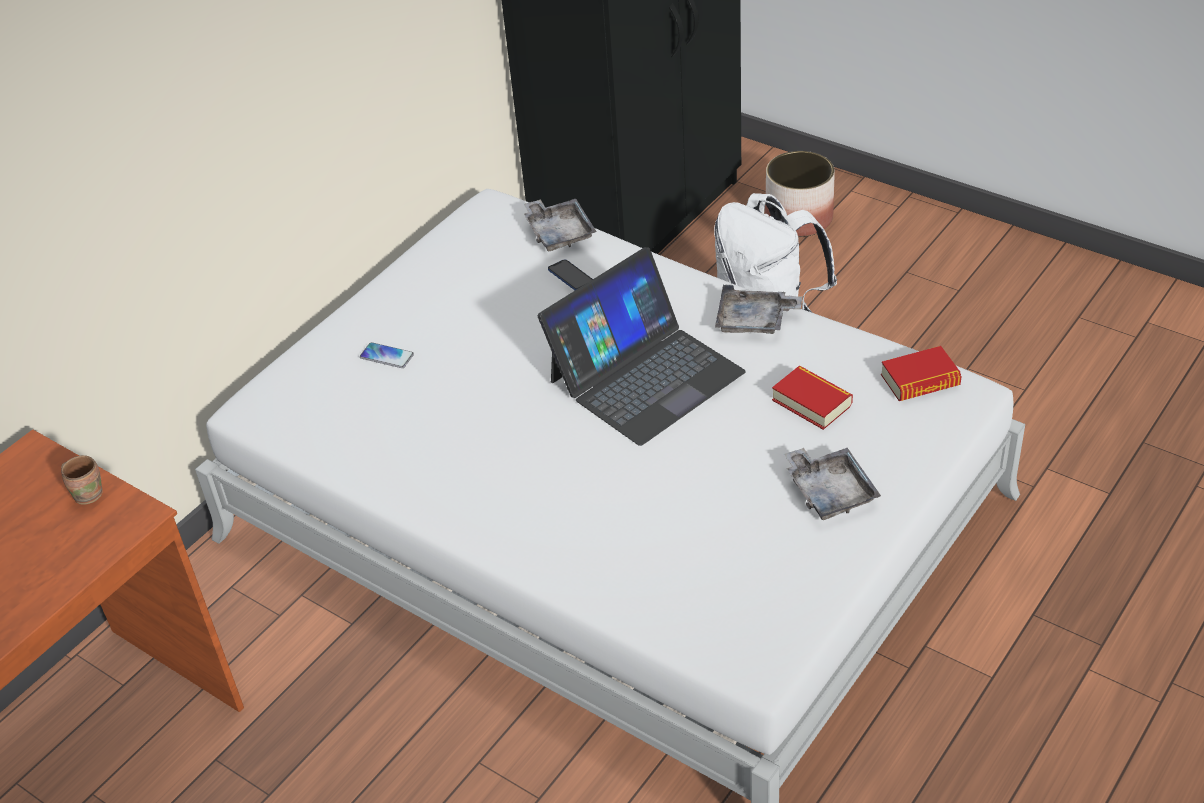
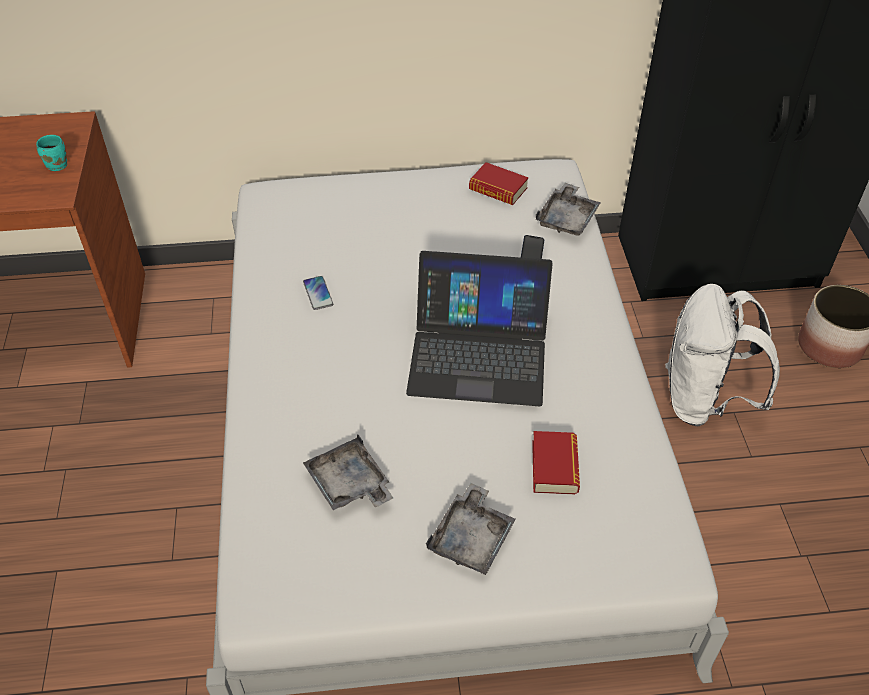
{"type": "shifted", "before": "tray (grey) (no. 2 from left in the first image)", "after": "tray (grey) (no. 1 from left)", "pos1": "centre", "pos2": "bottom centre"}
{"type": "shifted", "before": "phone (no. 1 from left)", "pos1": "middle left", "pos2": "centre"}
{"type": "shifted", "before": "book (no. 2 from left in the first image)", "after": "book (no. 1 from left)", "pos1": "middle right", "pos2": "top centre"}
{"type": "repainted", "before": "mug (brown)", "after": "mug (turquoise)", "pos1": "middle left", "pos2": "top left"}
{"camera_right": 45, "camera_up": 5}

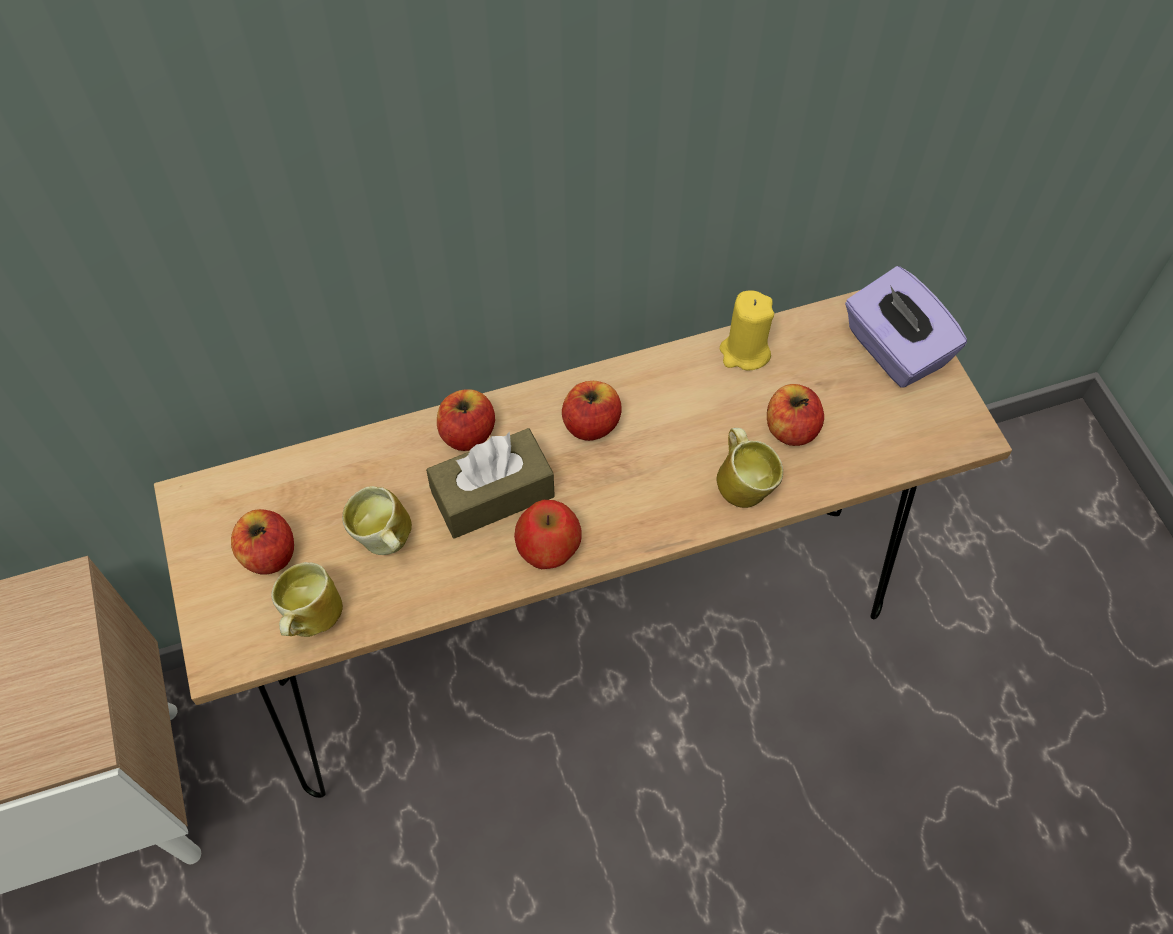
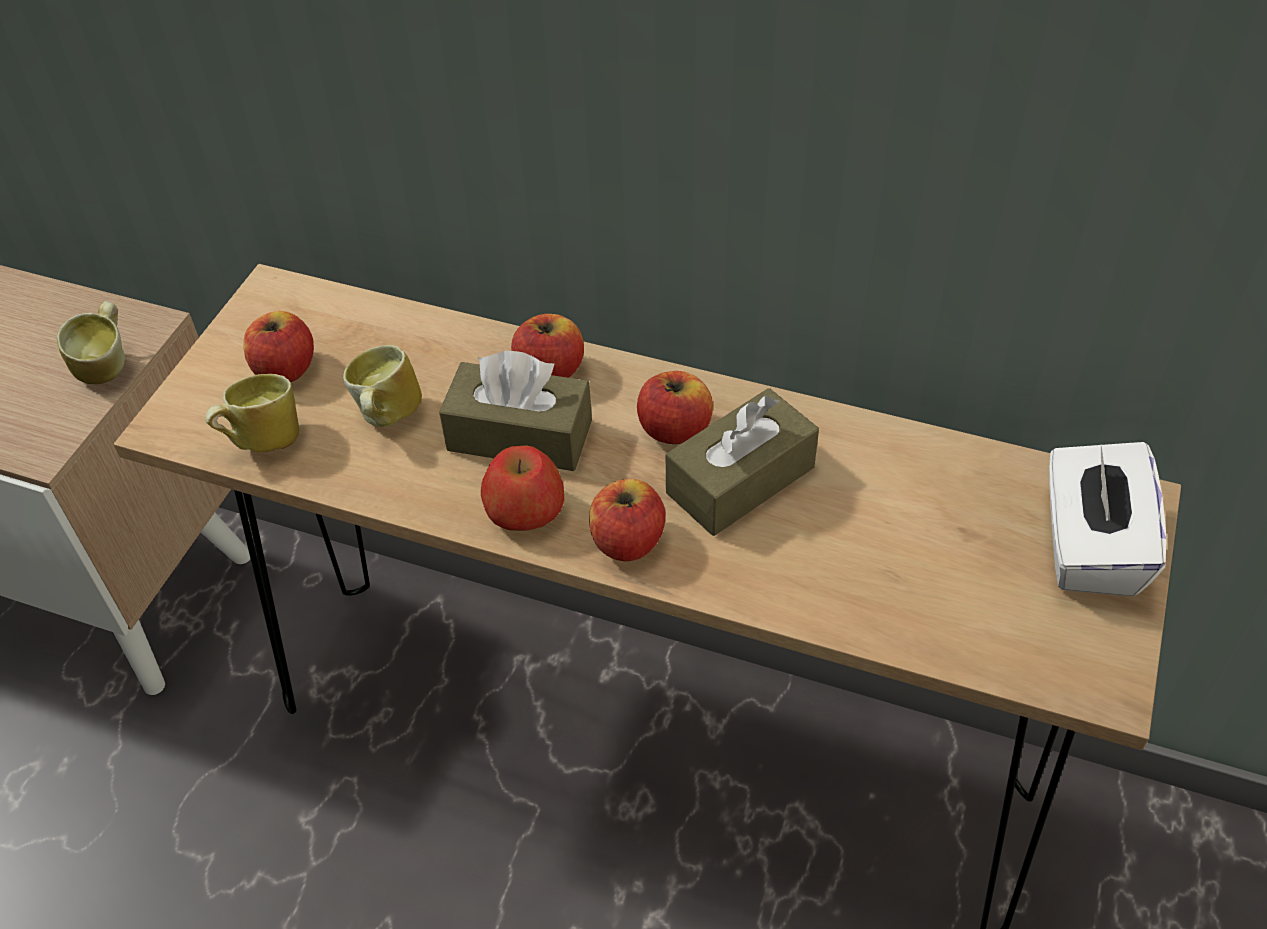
{"type": "repainted", "before": "tissue box (purple)", "after": "tissue box (white)", "pos1": "middle right", "pos2": "middle right"}
{"type": "gone", "before": "candle (yellow)", "pos1": "centre"}
{"type": "shifted", "before": "apple (no. 5 from left in the first image)", "after": "apple (no. 4 from left)", "pos1": "middle right", "pos2": "centre"}
{"type": "shifted", "before": "mug (no. 3 from left in the first image)", "after": "mug (no. 1 from left)", "pos1": "centre", "pos2": "middle left"}
{"type": "new", "after": "tissue box (brown) (no. 2 from left)", "pos2": "centre"}
{"camera_right": 40, "camera_up": -10}

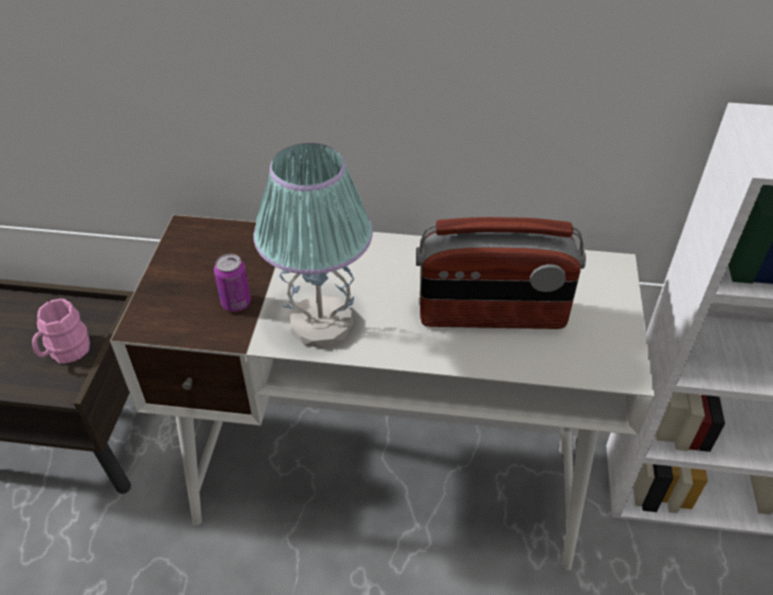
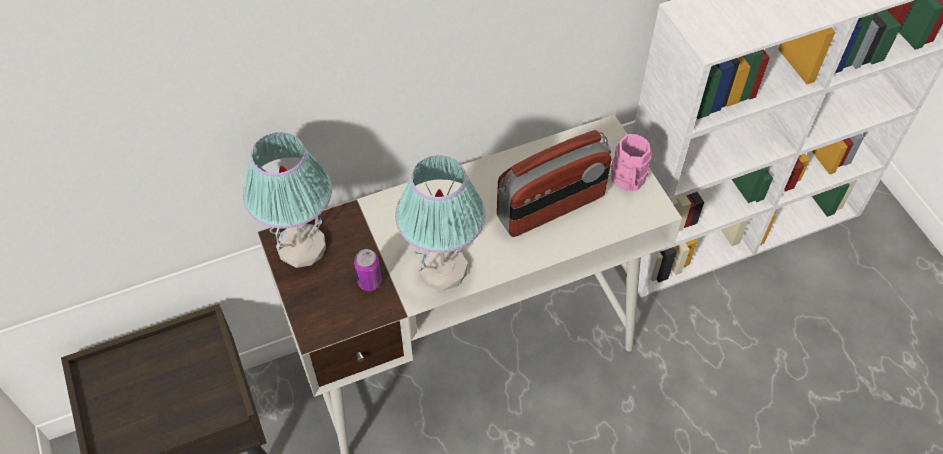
{"type": "shifted", "before": "mug (pink)", "pos1": "middle left", "pos2": "middle right"}
{"type": "new", "after": "table lamp (no. 1 from left)", "pos2": "middle left"}
{"camera_right": -30, "camera_up": 10}

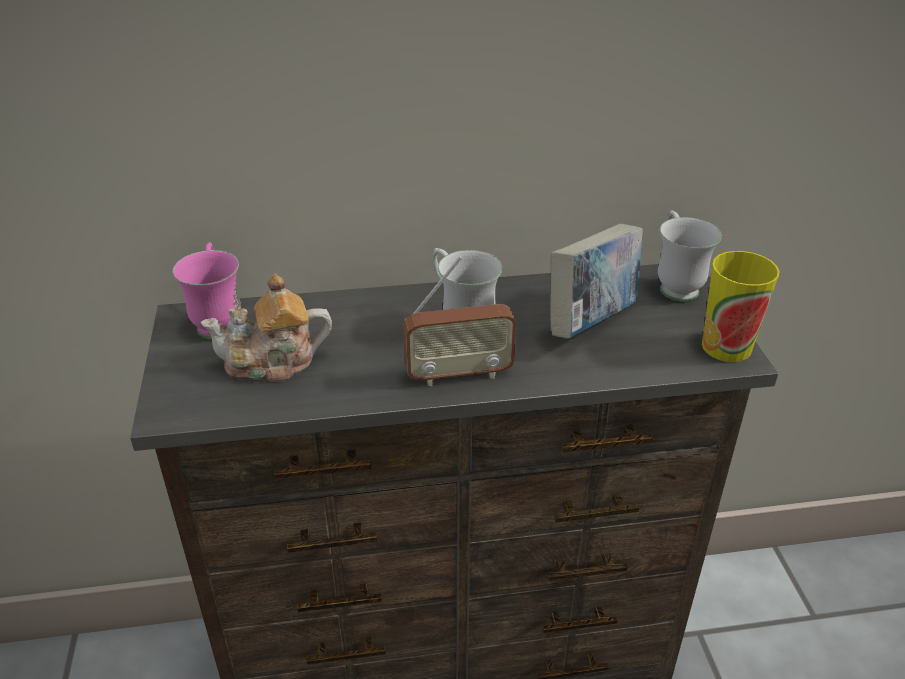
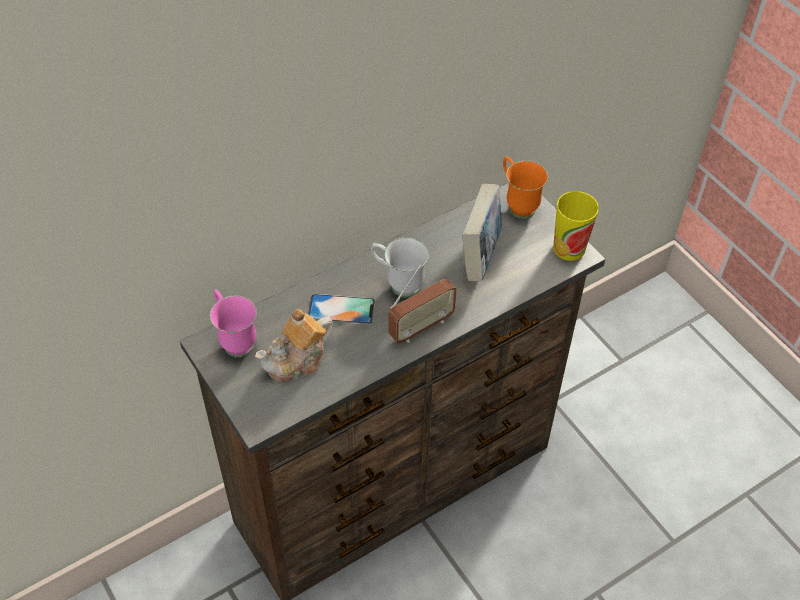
{"type": "repainted", "before": "mug (white) (no. 2 from left)", "after": "mug (orange)", "pos1": "middle right", "pos2": "top centre"}
{"type": "new", "after": "phone", "pos2": "centre"}
{"camera_right": -25, "camera_up": 15}

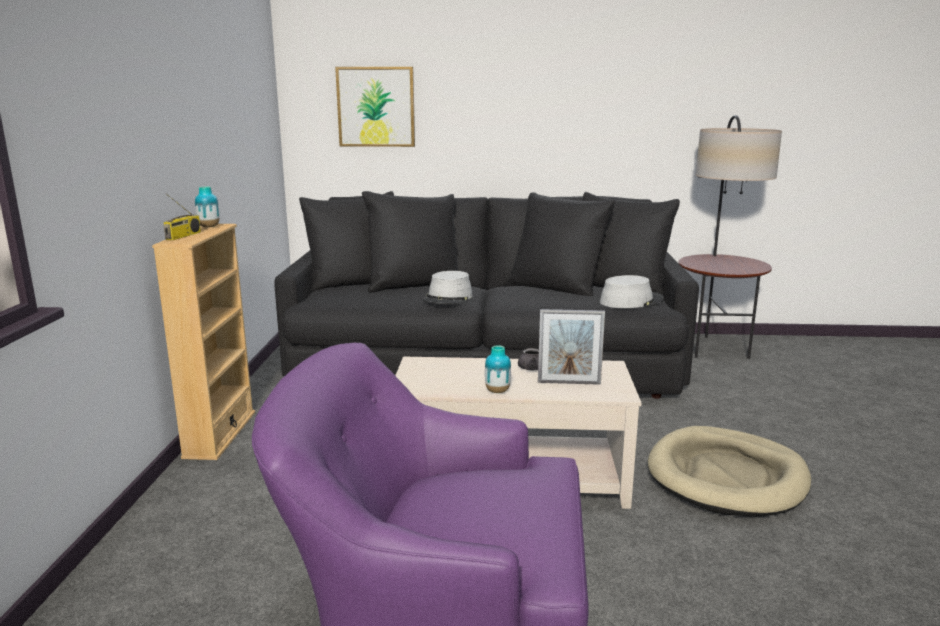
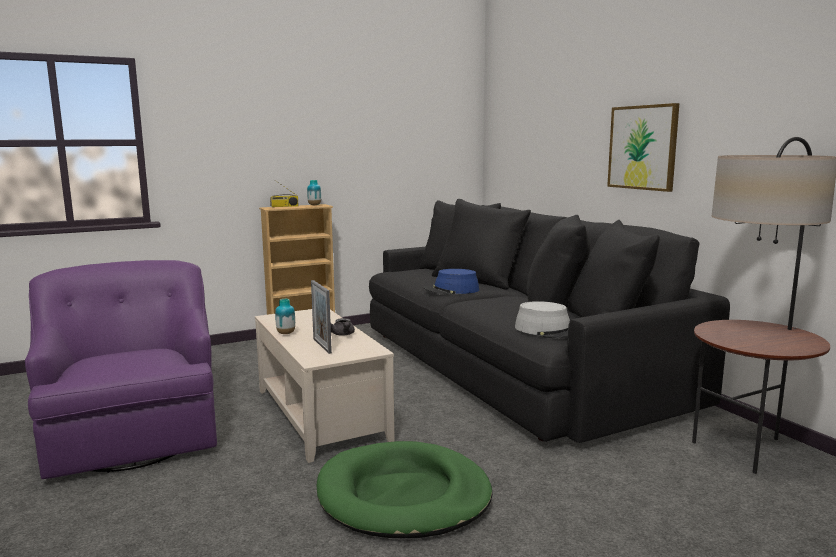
{"type": "shifted", "before": "picture", "pos1": "top centre", "pos2": "top right"}
{"type": "repainted", "before": "hat (grey) (no. 1 from left)", "after": "hat (blue)", "pos1": "centre", "pos2": "centre"}
{"type": "repainted", "before": "dog bed (beige)", "after": "dog bed (green)", "pos1": "bottom right", "pos2": "bottom centre"}
{"camera_right": 60, "camera_up": -5}

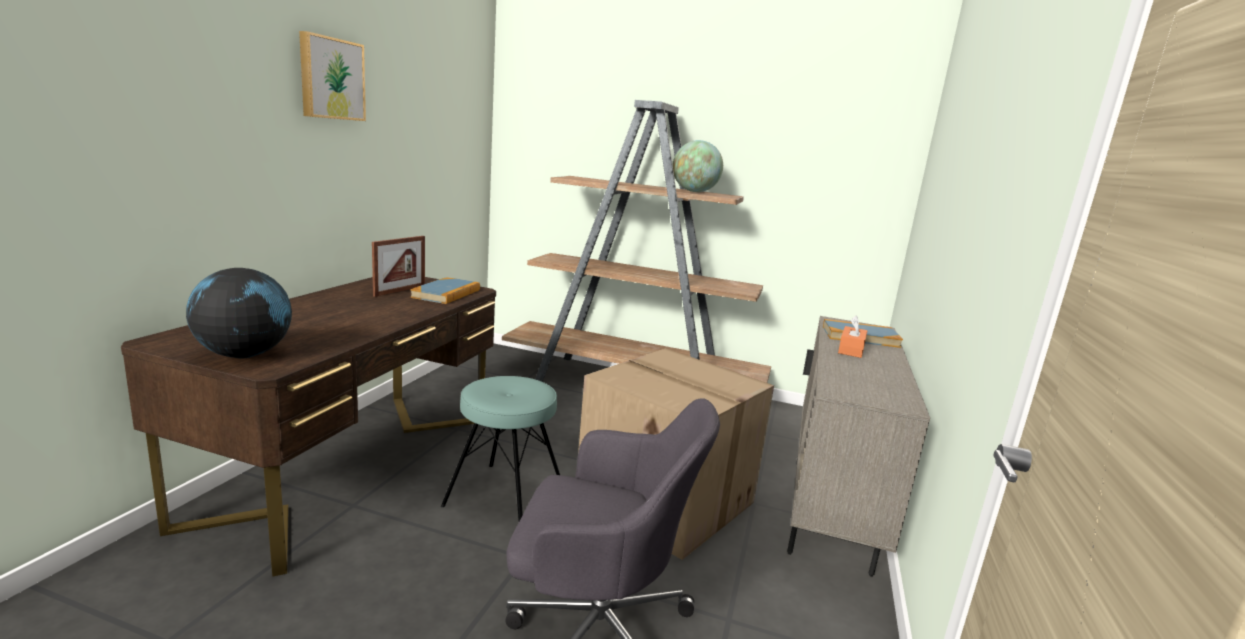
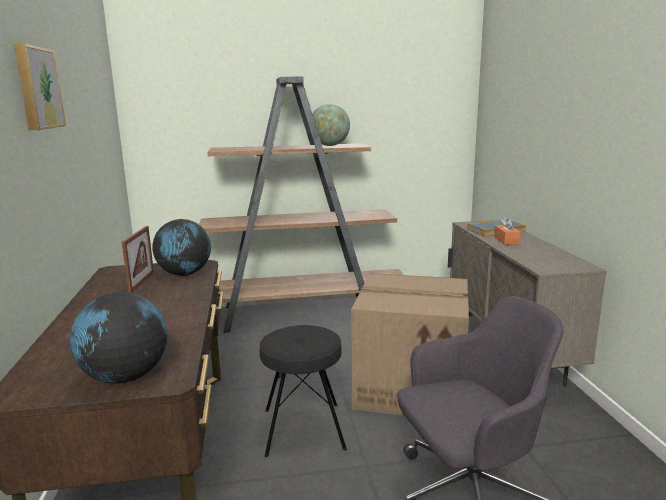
{"type": "swapped", "before": "book (no. 1 from left)", "after": "globe (no. 2 from left)", "pos1": "centre", "pos2": "middle left"}
{"type": "repainted", "before": "stool (turquoise)", "after": "stool (black)", "pos1": "bottom centre", "pos2": "bottom centre"}
{"camera_right": -25, "camera_up": 0}

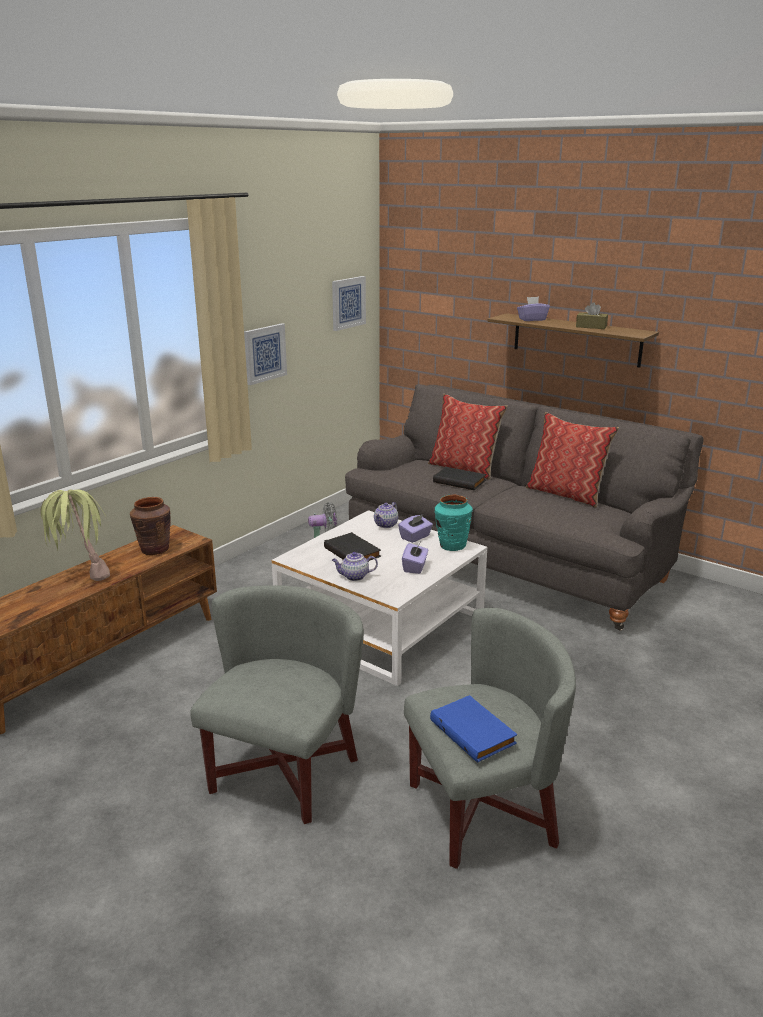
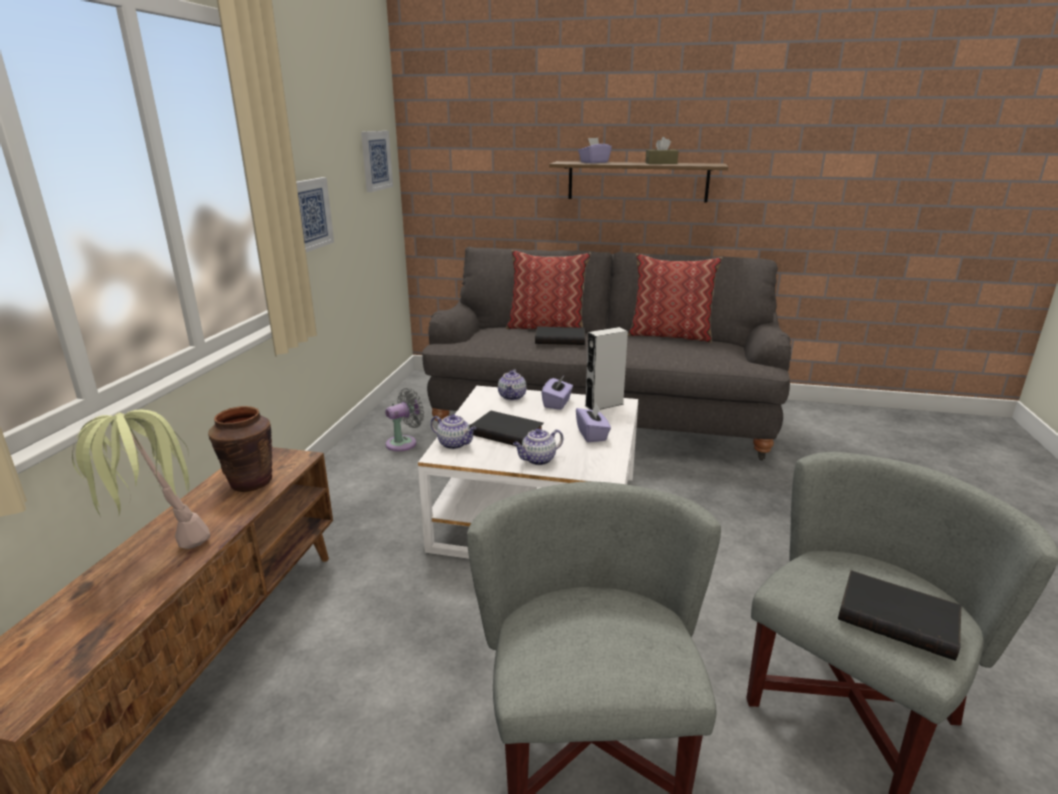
{"type": "swapped", "before": "vase (turquoise)", "after": "speaker (grey)", "pos1": "centre", "pos2": "centre"}
{"type": "repainted", "before": "book (blue)", "after": "book (black) (no. 3 from left)", "pos1": "bottom centre", "pos2": "bottom right"}
{"type": "new", "after": "teapot (no. 1 from left)", "pos2": "centre"}
{"camera_right": -25, "camera_up": 0}

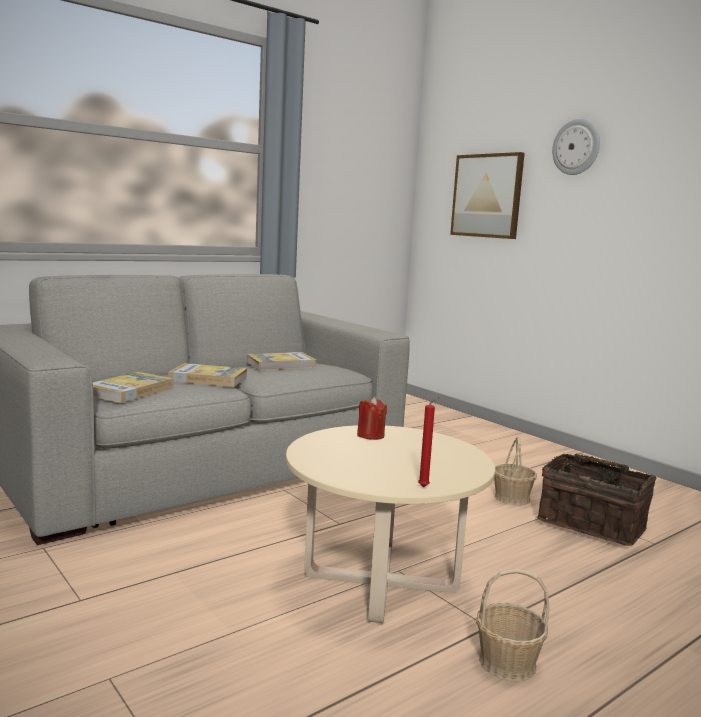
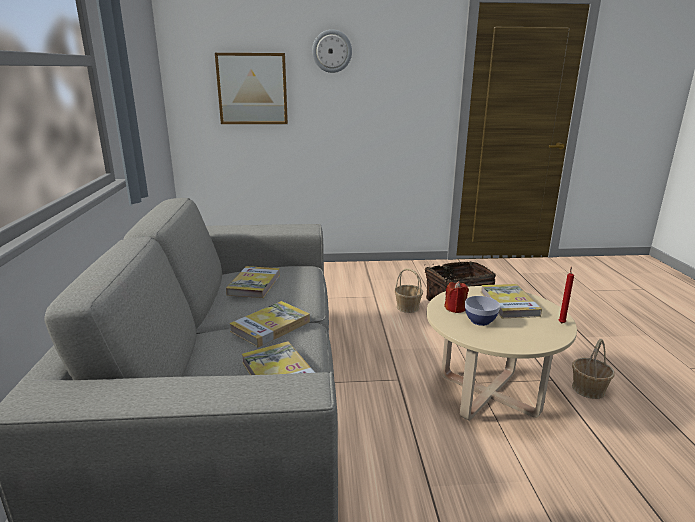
{"type": "new", "after": "book (no. 4 from left)", "pos2": "middle right"}
{"type": "new", "after": "bowl", "pos2": "middle right"}
{"camera_right": -55, "camera_up": 10}

